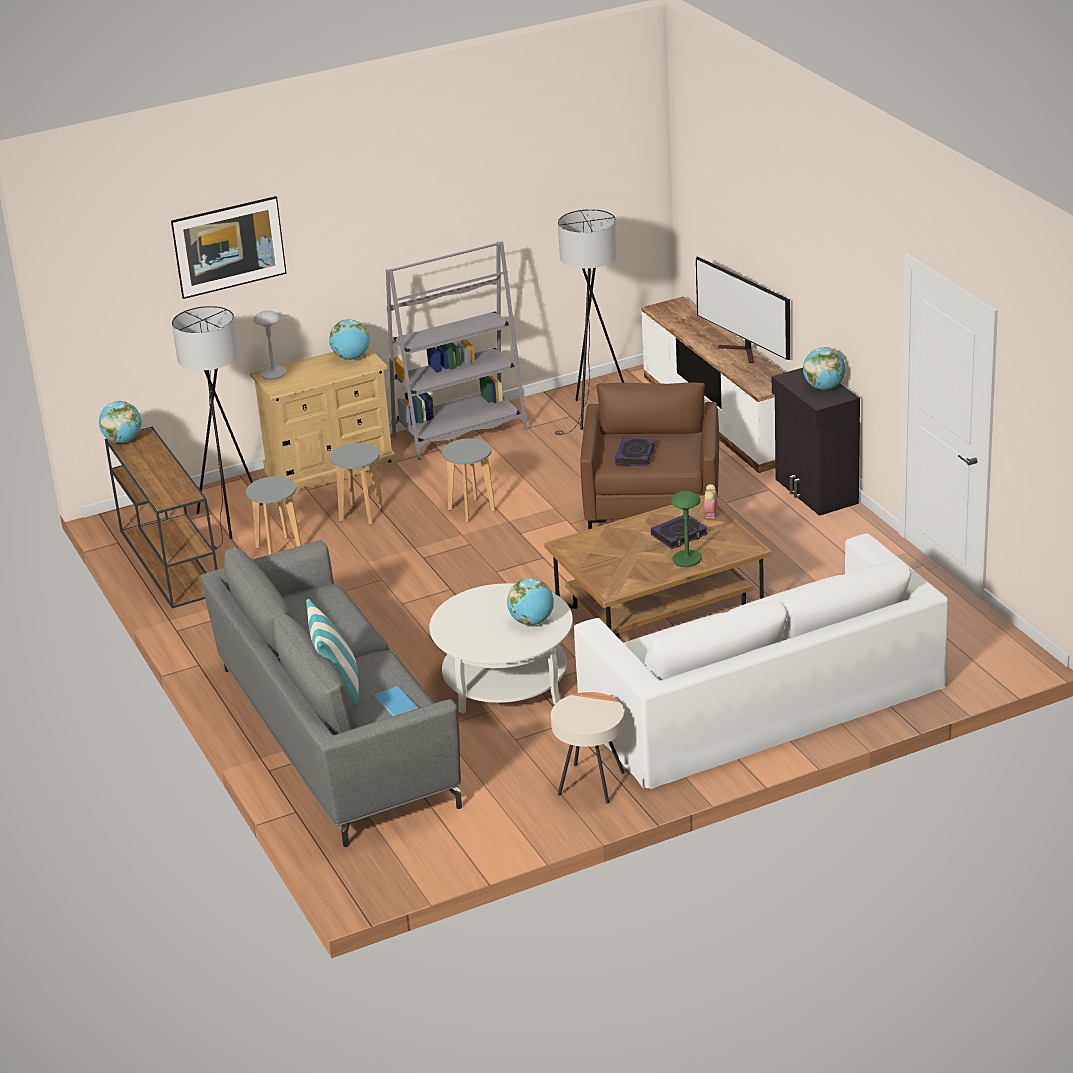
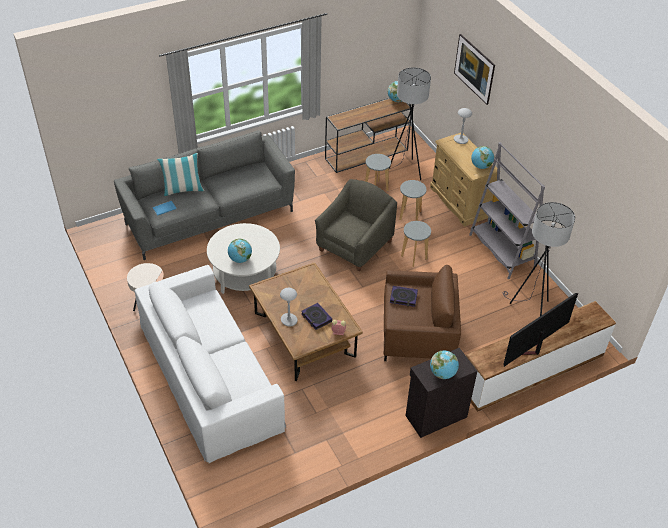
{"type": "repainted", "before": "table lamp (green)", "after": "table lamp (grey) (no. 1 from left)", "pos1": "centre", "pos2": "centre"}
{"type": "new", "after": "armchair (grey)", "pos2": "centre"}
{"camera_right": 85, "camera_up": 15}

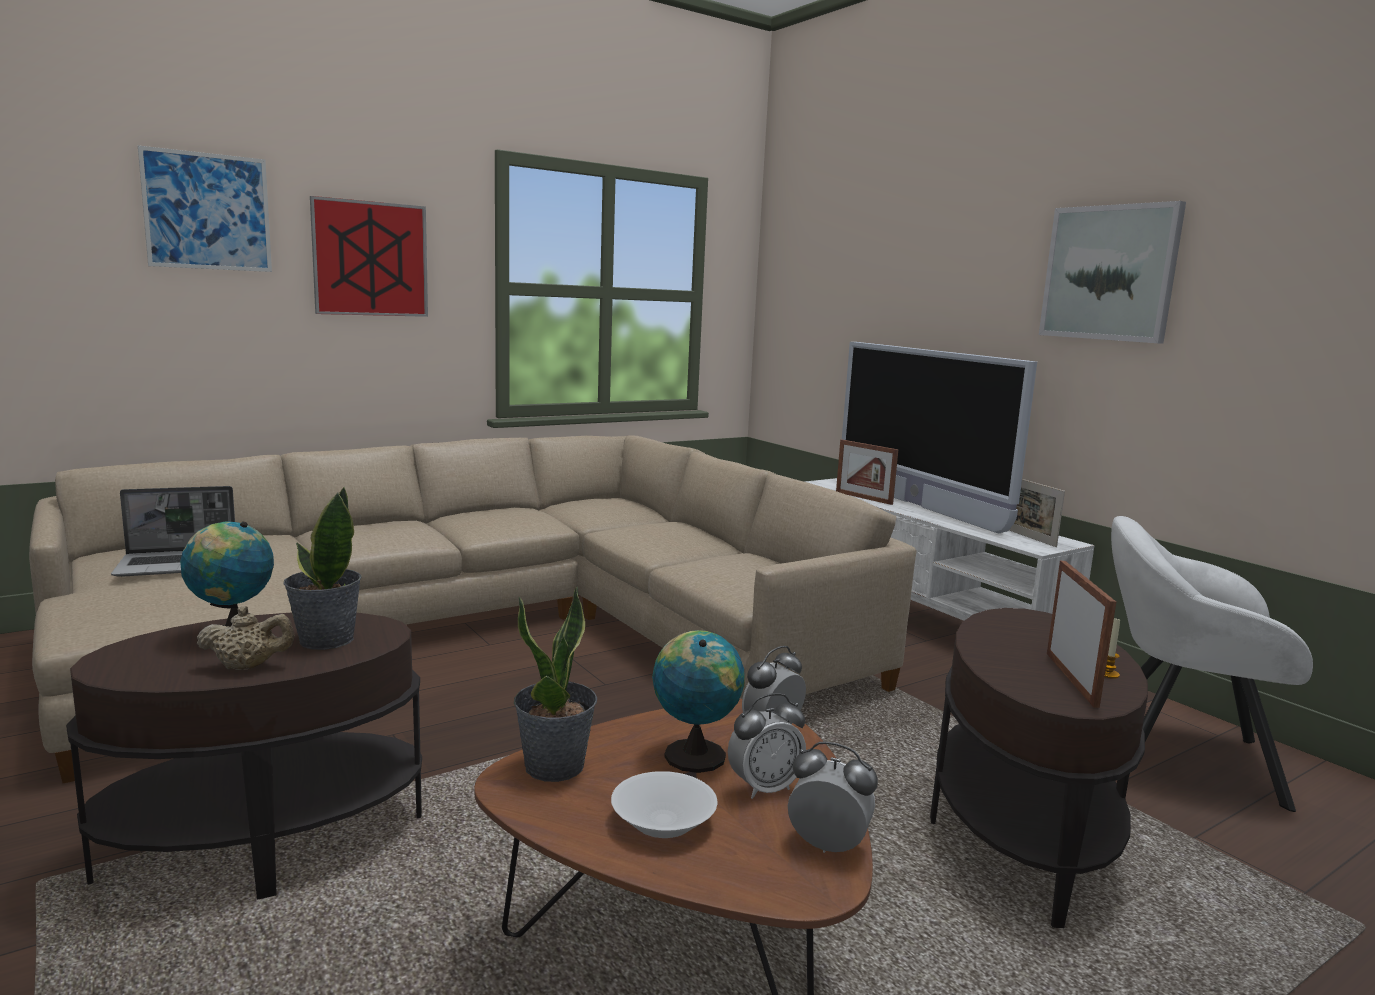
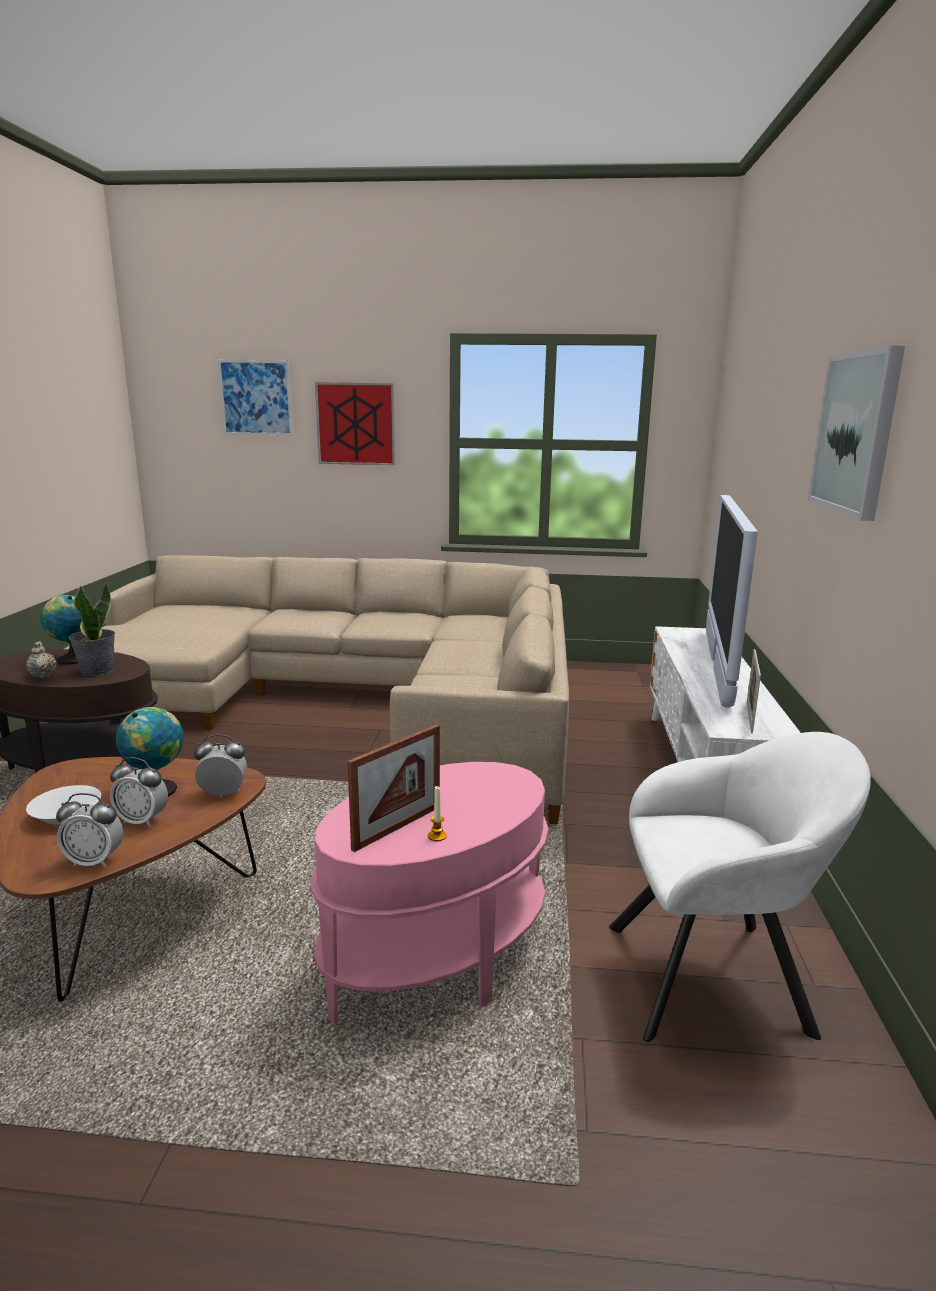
{"type": "gone", "before": "picture frame (no. 1 from left)", "pos1": "centre"}
{"type": "gone", "before": "laptop", "pos1": "middle left"}
{"type": "rotated", "before": "armchair (white)", "pos1": "bottom right", "pos2": "bottom right", "turn": 120}
{"type": "gone", "before": "potted plant (no. 2 from left)", "pos1": "bottom centre"}
{"type": "rotated", "before": "teapot (beige)", "pos1": "middle left", "pos2": "middle left", "turn": -150}
{"type": "repainted", "before": "side table (brown) (no. 2 from left)", "after": "side table (pink)", "pos1": "bottom right", "pos2": "bottom centre"}
{"type": "rotated", "before": "alarm clock (no. 3 from left in the first image)", "pos1": "bottom centre", "pos2": "middle left", "turn": 120}
{"camera_right": 40, "camera_up": 5}

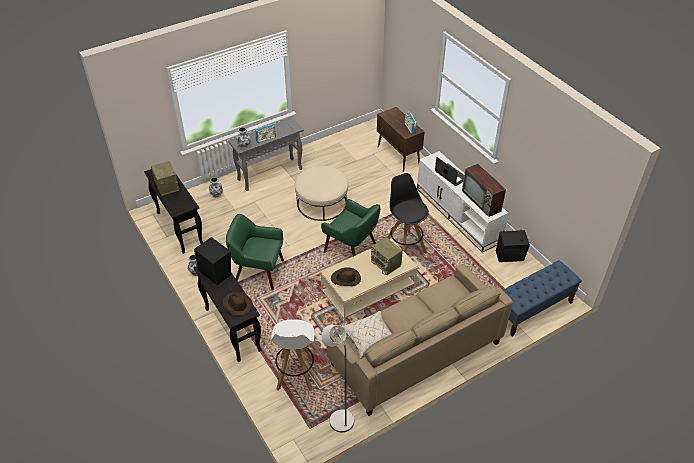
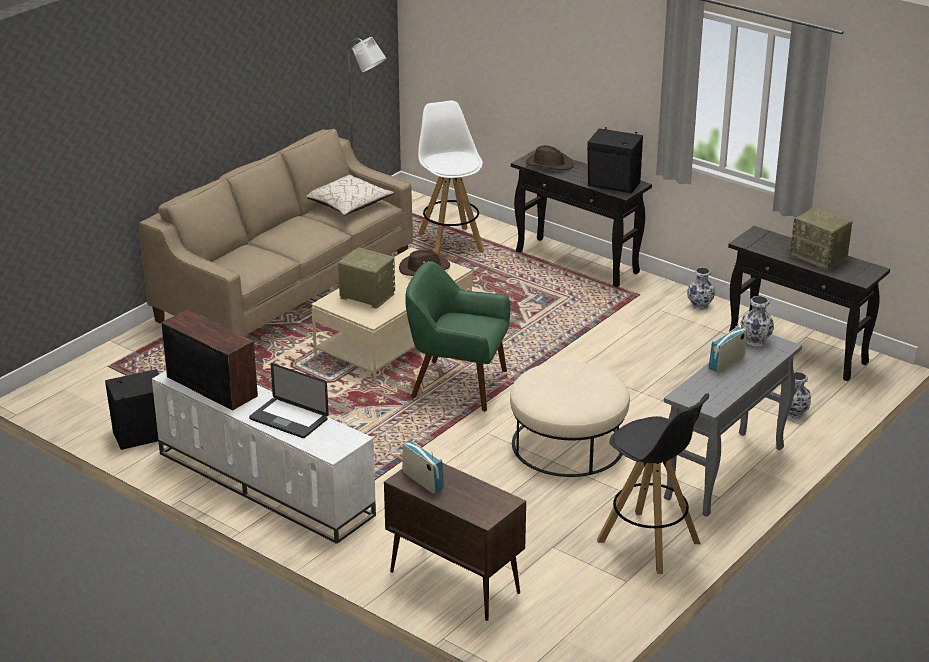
{"type": "shifted", "before": "stool (black)", "pos1": "centre", "pos2": "bottom right"}
{"type": "gone", "before": "armchair (green) (no. 1 from left)", "pos1": "centre"}
{"type": "gone", "before": "bench (blue)", "pos1": "middle right"}
{"camera_right": 160, "camera_up": -15}

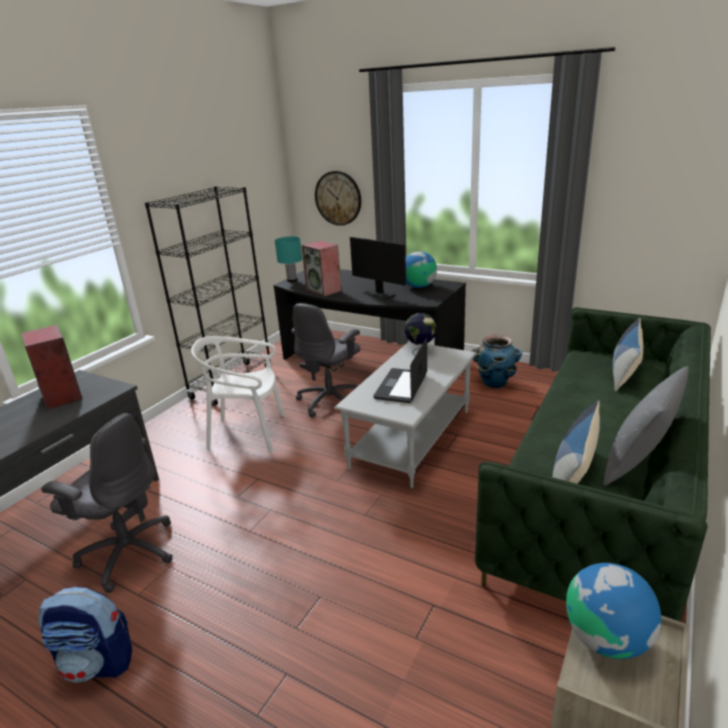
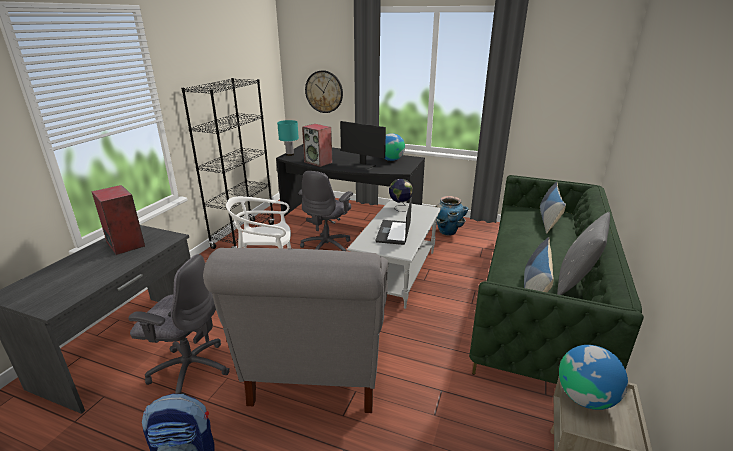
{"type": "new", "after": "armchair (grey)", "pos2": "bottom centre"}
{"camera_right": -10, "camera_up": 0}

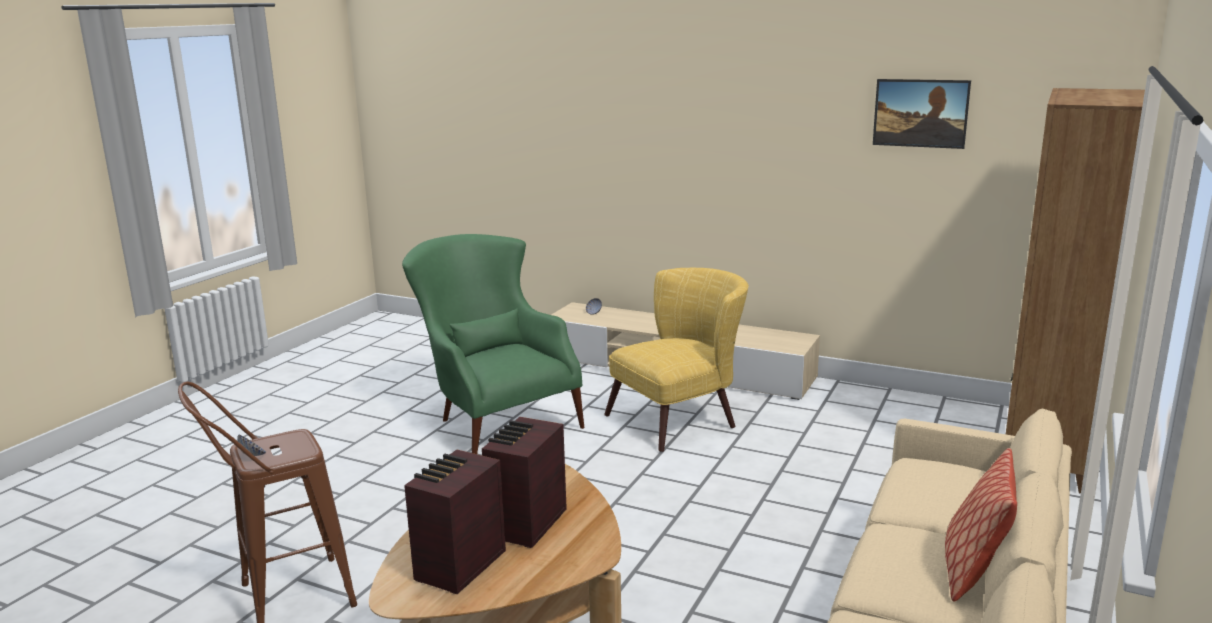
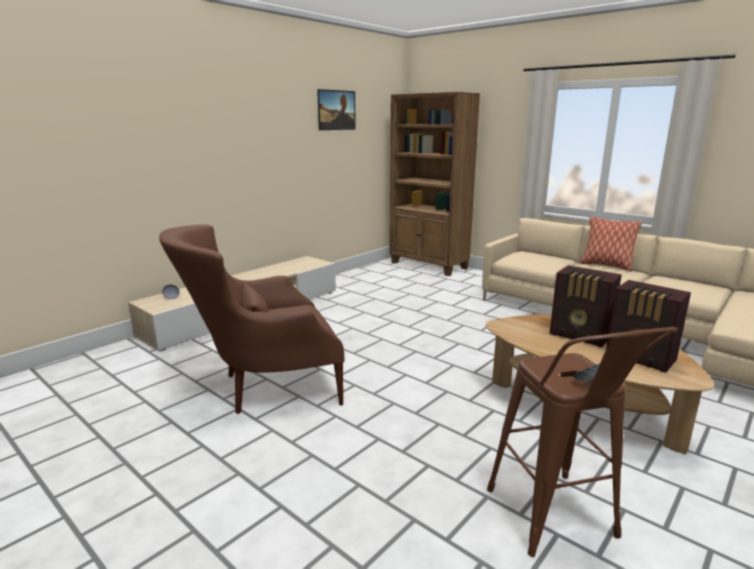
{"type": "repainted", "before": "armchair (green)", "after": "armchair (brown)", "pos1": "centre", "pos2": "middle left"}
{"type": "gone", "before": "armchair (yellow)", "pos1": "centre"}
{"camera_right": -75, "camera_up": 0}

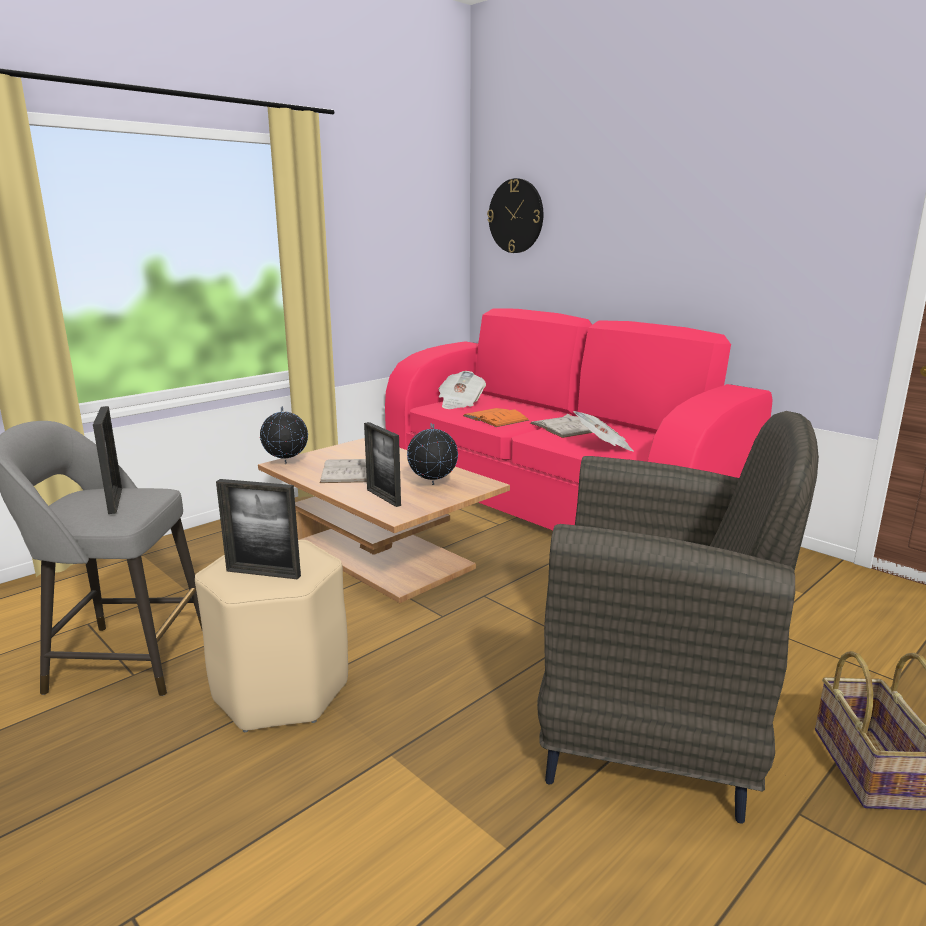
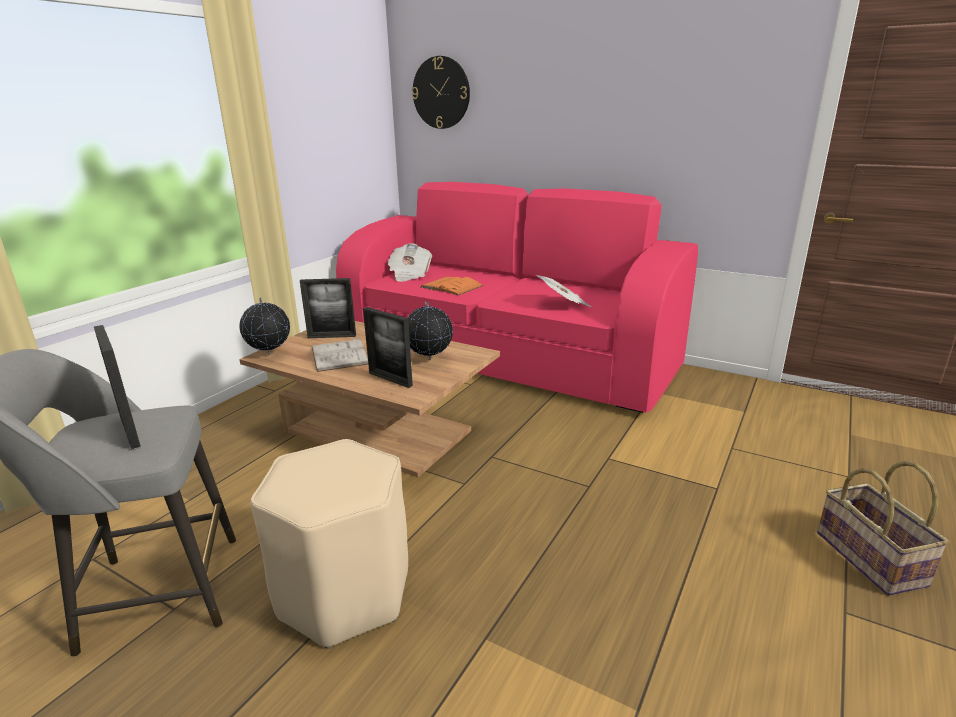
{"type": "gone", "before": "armchair (grey)", "pos1": "middle right"}
{"type": "gone", "before": "book (white) (no. 2 from left)", "pos1": "centre"}
{"type": "shifted", "before": "picture frame (no. 2 from left)", "pos1": "middle left", "pos2": "centre"}
{"camera_right": -15, "camera_up": 5}

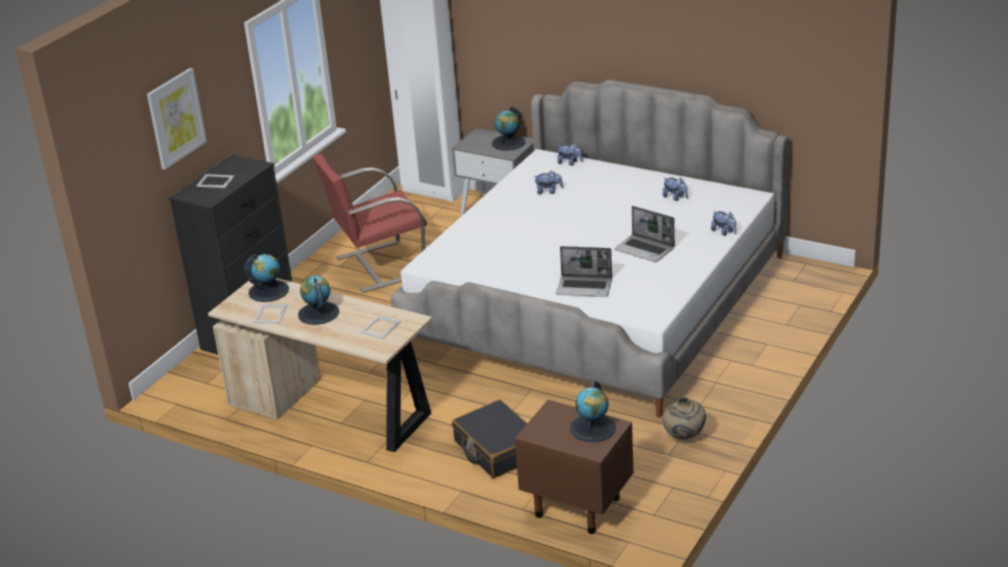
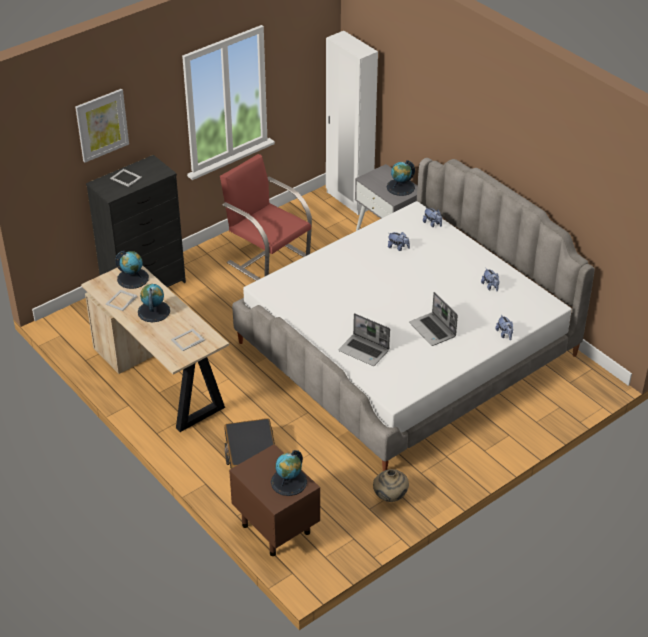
{"type": "rotated", "before": "armchair (red)", "pos1": "centre", "pos2": "centre", "turn": 45}
{"camera_right": 20, "camera_up": 10}

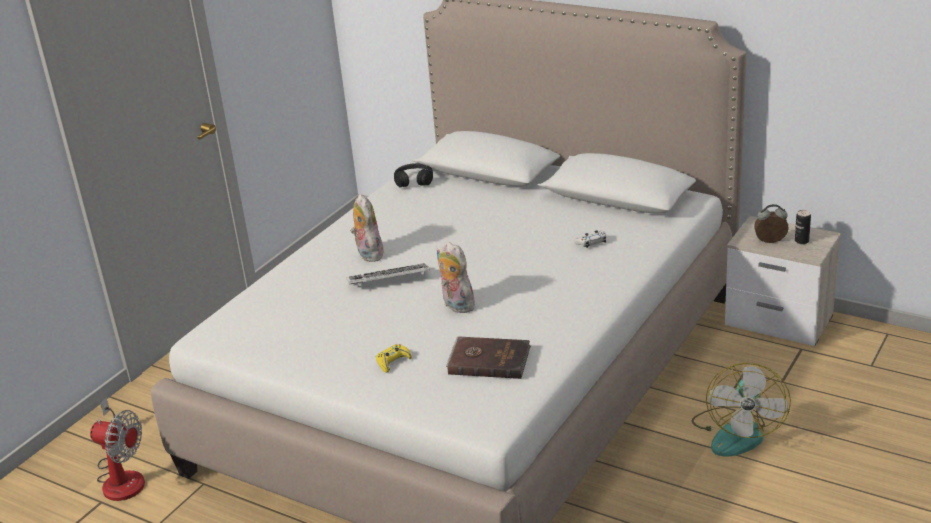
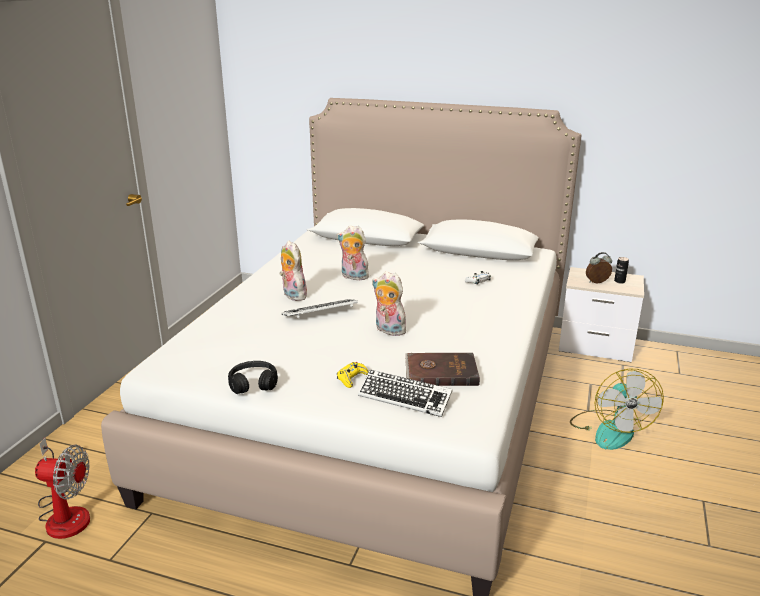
{"type": "shifted", "before": "headphones (black)", "pos1": "centre", "pos2": "middle left"}
{"type": "new", "after": "plush toy (no. 2 from left)", "pos2": "centre"}
{"type": "new", "after": "keyboard (no. 2 from left)", "pos2": "centre"}
{"camera_right": -15, "camera_up": -5}

